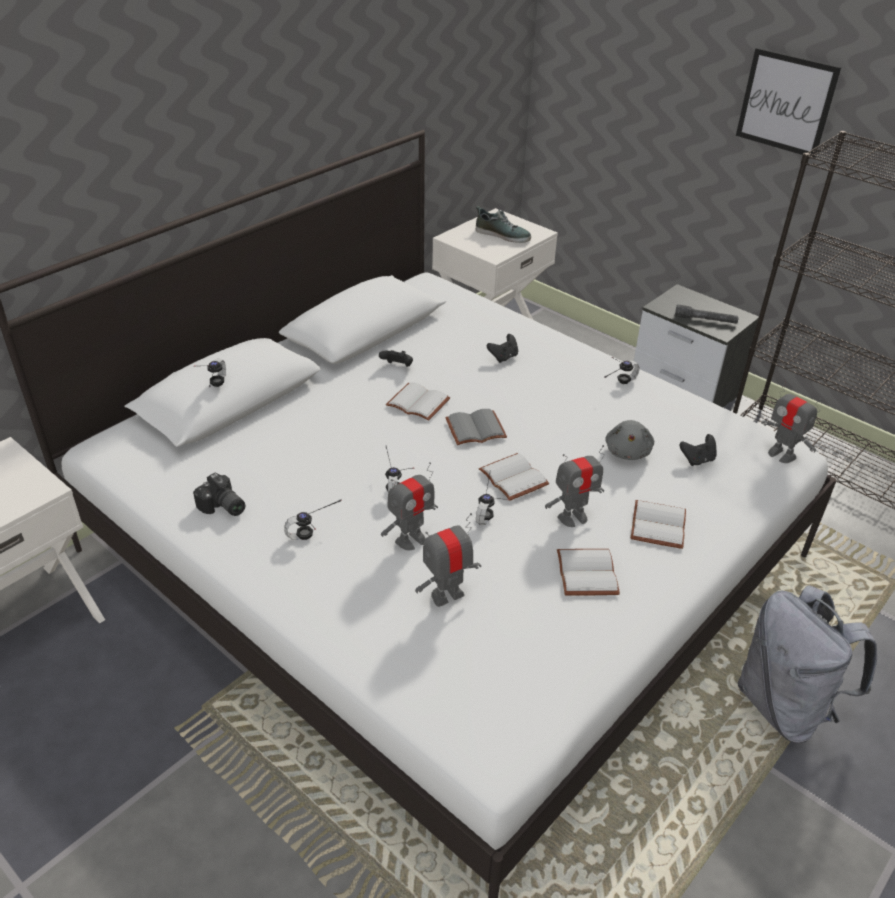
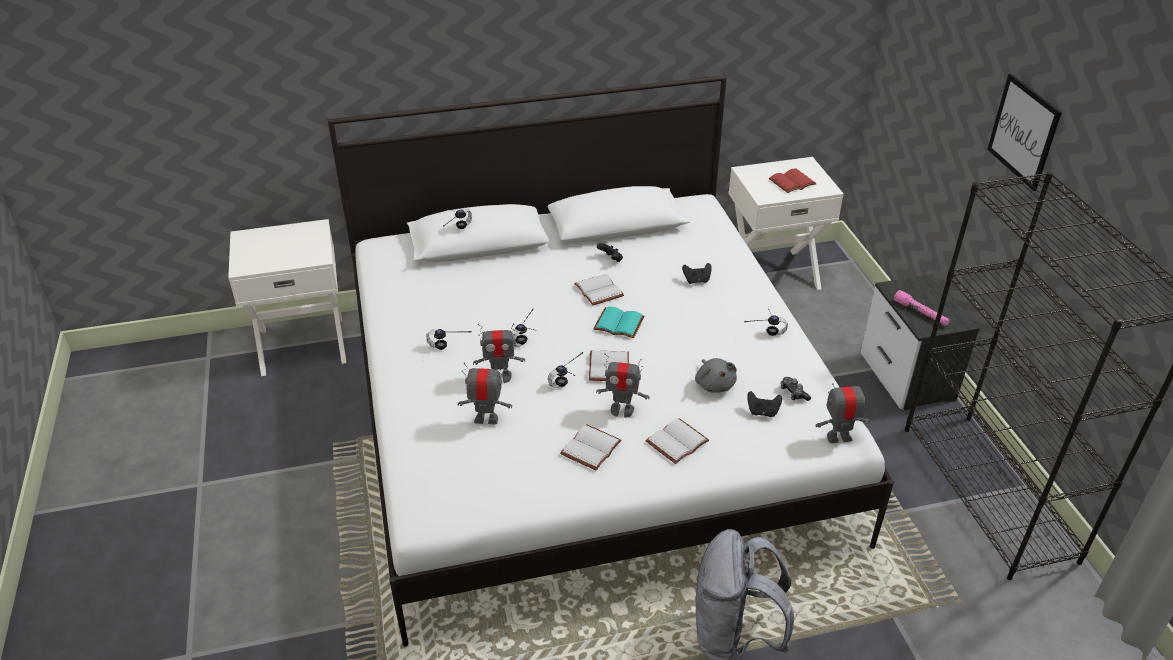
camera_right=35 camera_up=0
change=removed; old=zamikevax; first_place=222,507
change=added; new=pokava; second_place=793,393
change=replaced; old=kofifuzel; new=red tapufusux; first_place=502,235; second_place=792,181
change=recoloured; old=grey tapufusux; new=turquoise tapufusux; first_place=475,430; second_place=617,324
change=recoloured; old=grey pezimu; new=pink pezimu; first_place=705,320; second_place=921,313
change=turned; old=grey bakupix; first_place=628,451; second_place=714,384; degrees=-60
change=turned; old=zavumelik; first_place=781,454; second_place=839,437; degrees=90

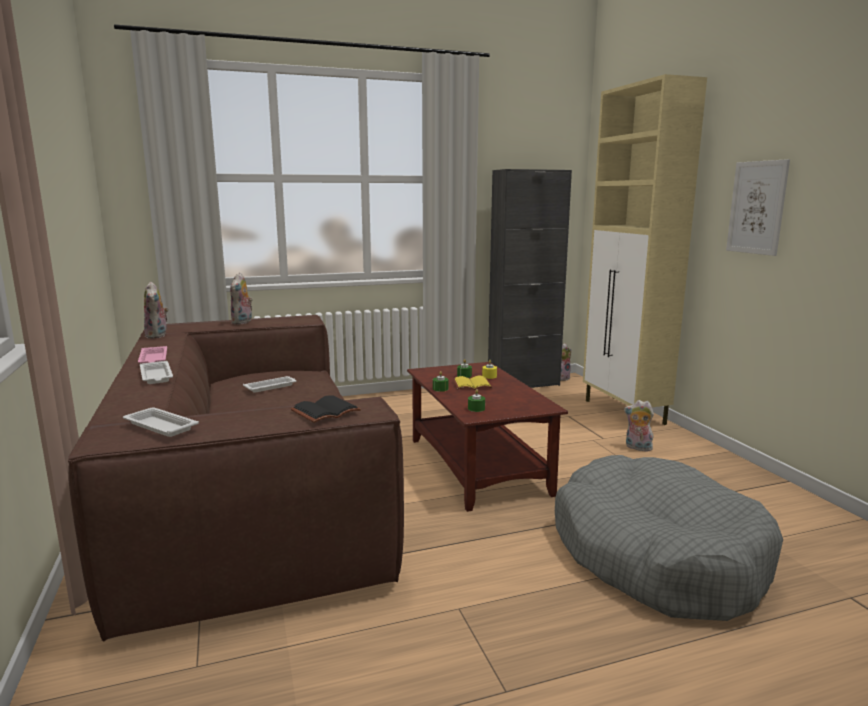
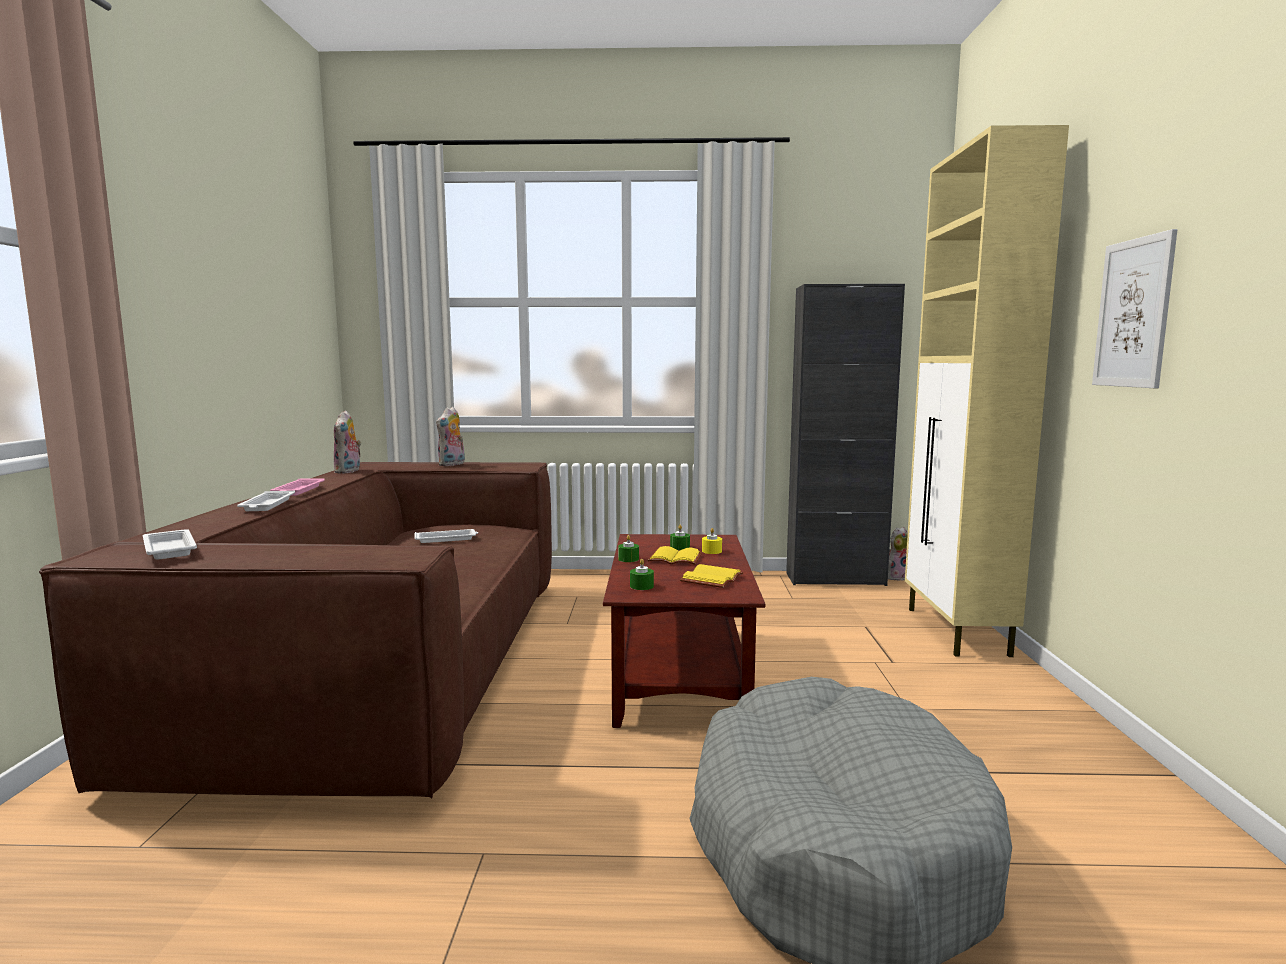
camera_right=20 camera_up=-5
change=removed; old=black tapufusux; first_place=325,411
change=removed; old=bakupix; first_place=637,448
change=added; new=yellow tapufusux; second_place=713,579

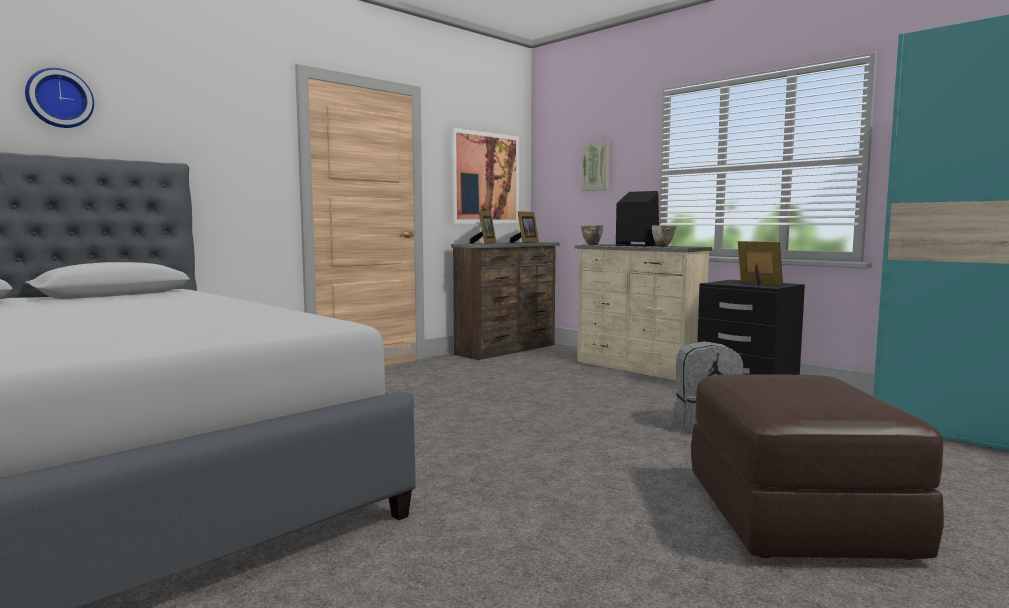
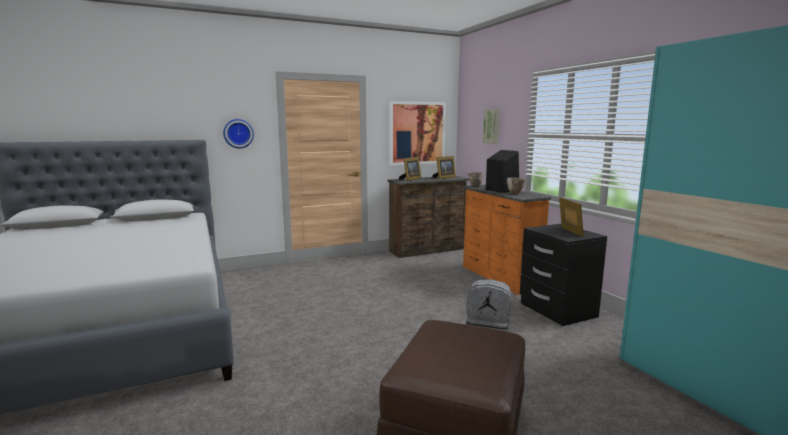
camera_right=20 camera_up=5
change=moved; old=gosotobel; first_place=59,98; second_place=238,133
change=recoloured; old=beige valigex; new=orange valigex; first_place=637,368; second_place=498,277

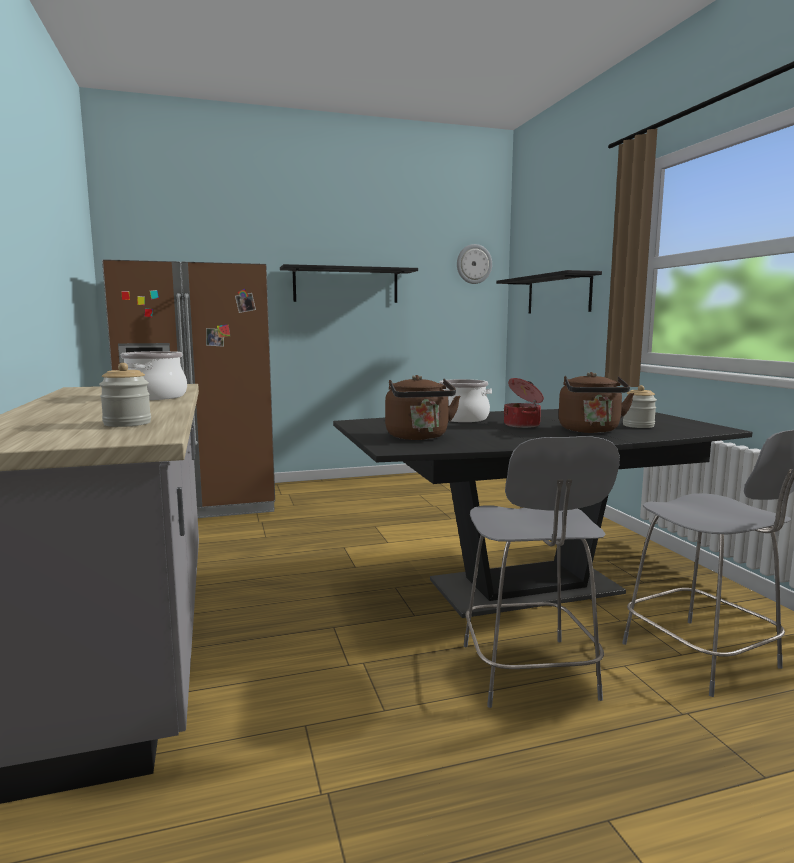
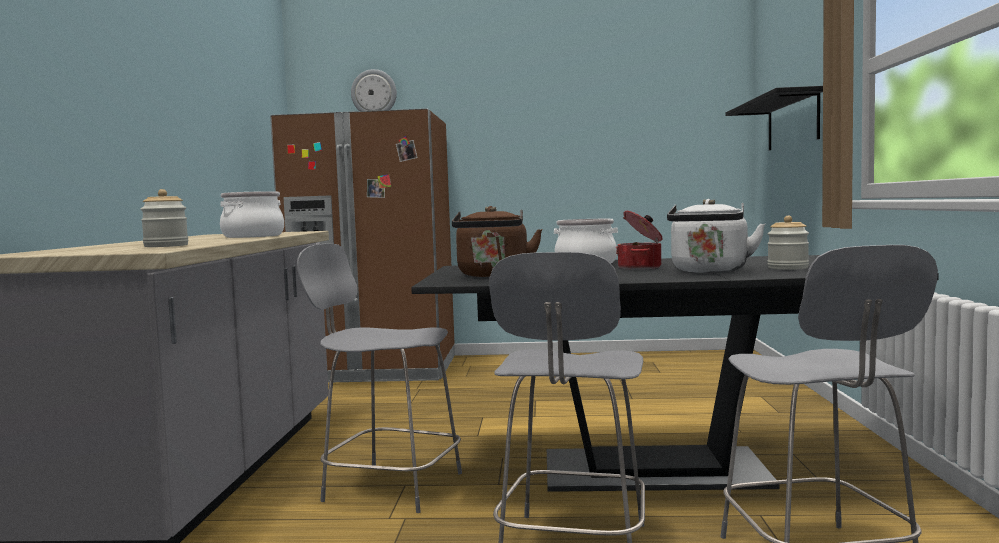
camera_right=20 camera_up=-5
change=removed; old=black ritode; first_place=346,285
change=added; new=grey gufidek; second_place=389,486
change=moved; old=gosotobel; first_place=474,264; second_place=374,93
change=recoloured; old=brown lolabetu; new=white lolabetu; first_place=590,431; second_place=709,271

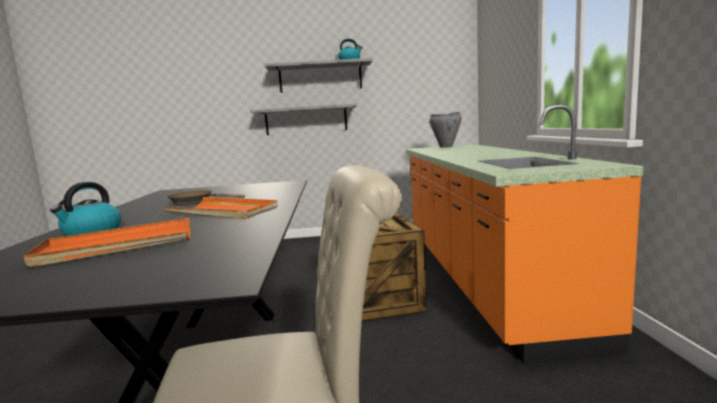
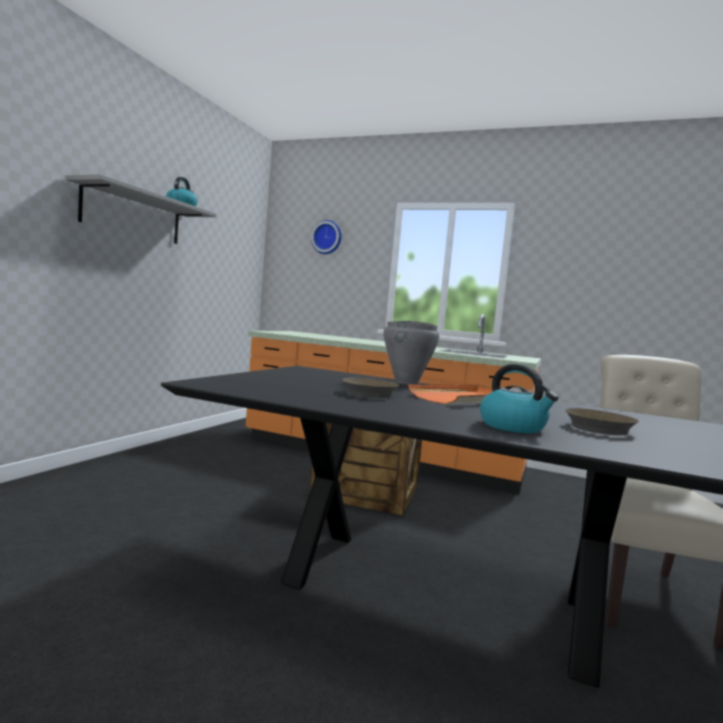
camera_right=-65 camera_up=-5
change=removed; old=grey ritode; first_place=306,120
change=added; new=gosotobel; second_place=327,237
change=moved; old=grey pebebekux; first_place=446,147; second_place=407,382
change=replaced; old=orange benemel; new=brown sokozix; first_place=118,246; second_place=597,428

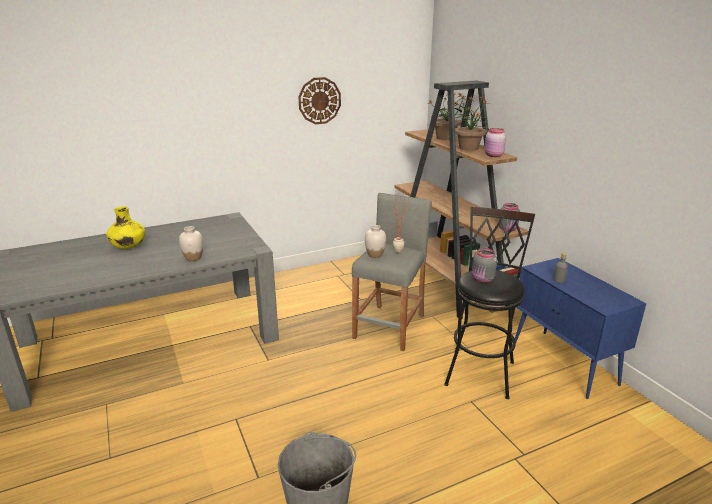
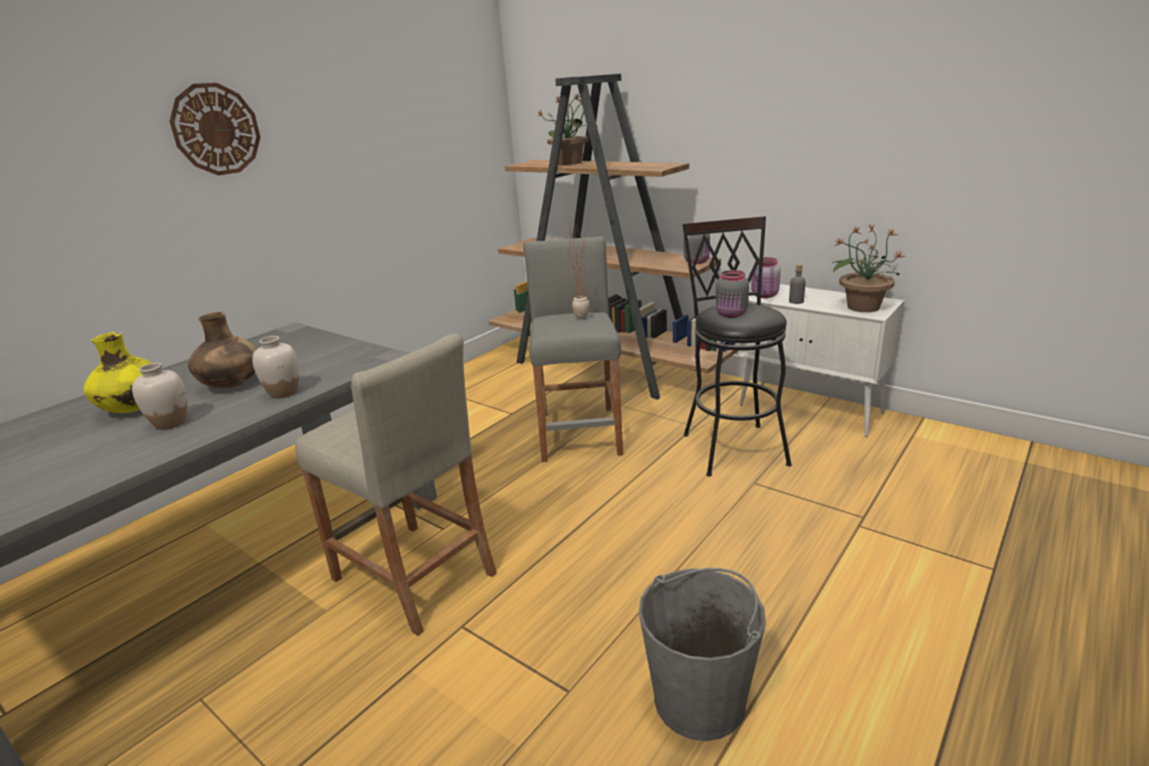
camera_right=-25 camera_up=0
change=added; new=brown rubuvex; second_place=232,385
change=added; new=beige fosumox; second_place=414,576
change=moved; old=gosotobel; first_place=319,100; second_place=216,129
change=moved; old=white rubuvex; first_place=375,255; second_place=170,423
change=moved; old=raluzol; first_place=468,148; second_place=862,307
change=moved; old=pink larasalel; first_place=493,155; second_place=765,295
change=recoloured; old=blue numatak; new=white numatak; first_place=564,363; second_place=811,409

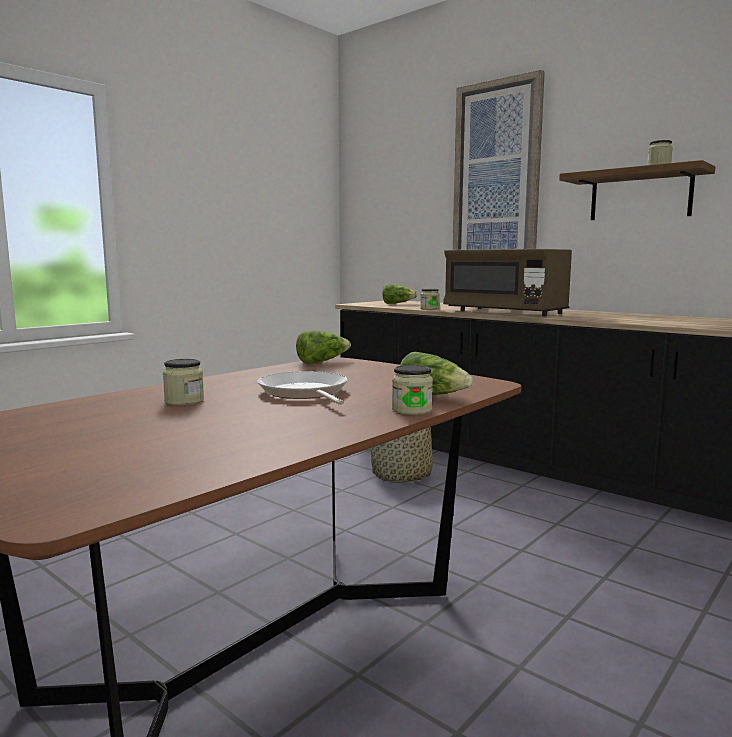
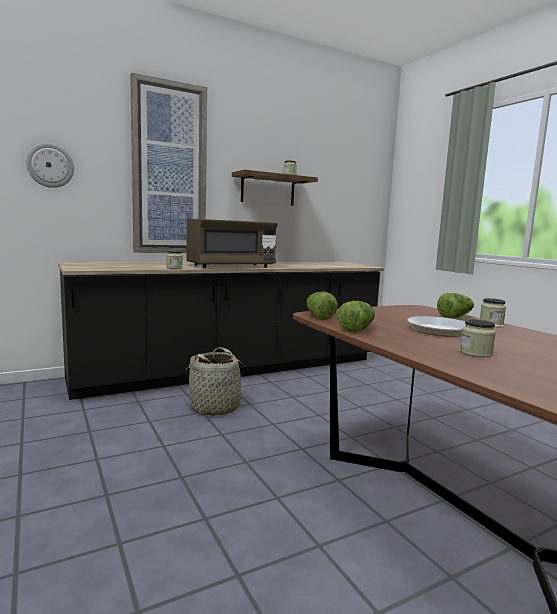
camera_right=-70 camera_up=0
change=added; new=gosotobel; second_place=50,165
change=moved; old=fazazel; first_place=397,303; second_place=356,329

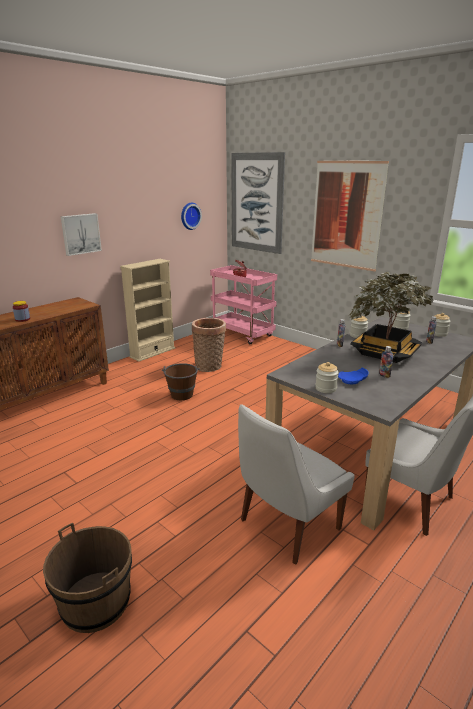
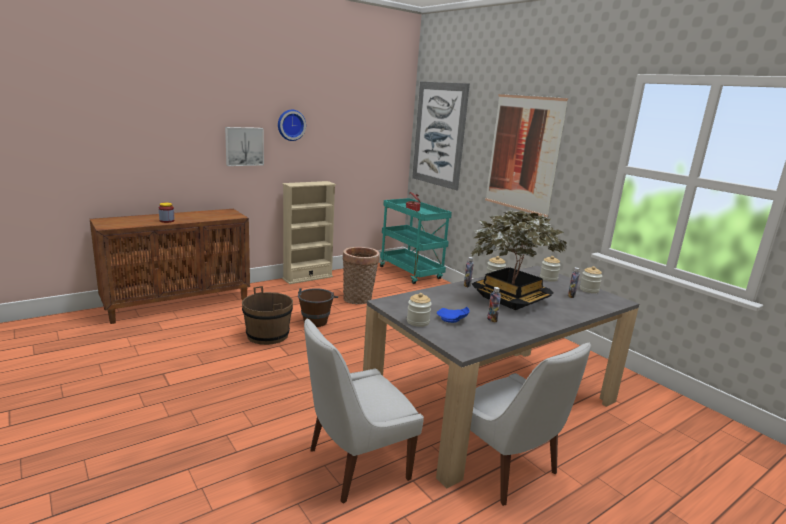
camera_right=10 camera_up=-5
change=moved; old=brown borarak; first_place=96,602; second_place=268,335
change=moved; old=gosotobel; first_place=189,216; second_place=290,125
change=recoloured; old=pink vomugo; new=turquoise vomugo; first_place=243,334; second_place=411,273

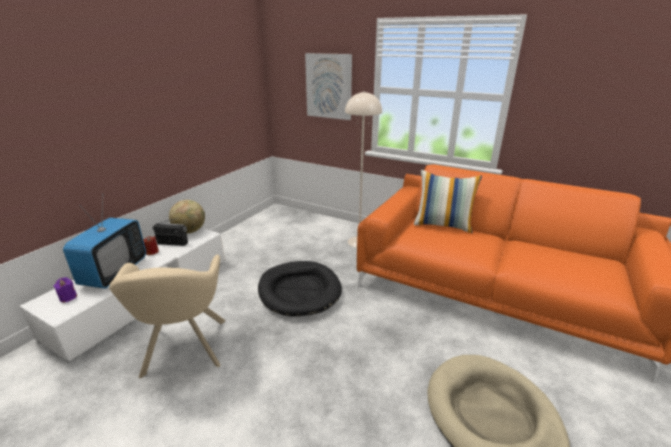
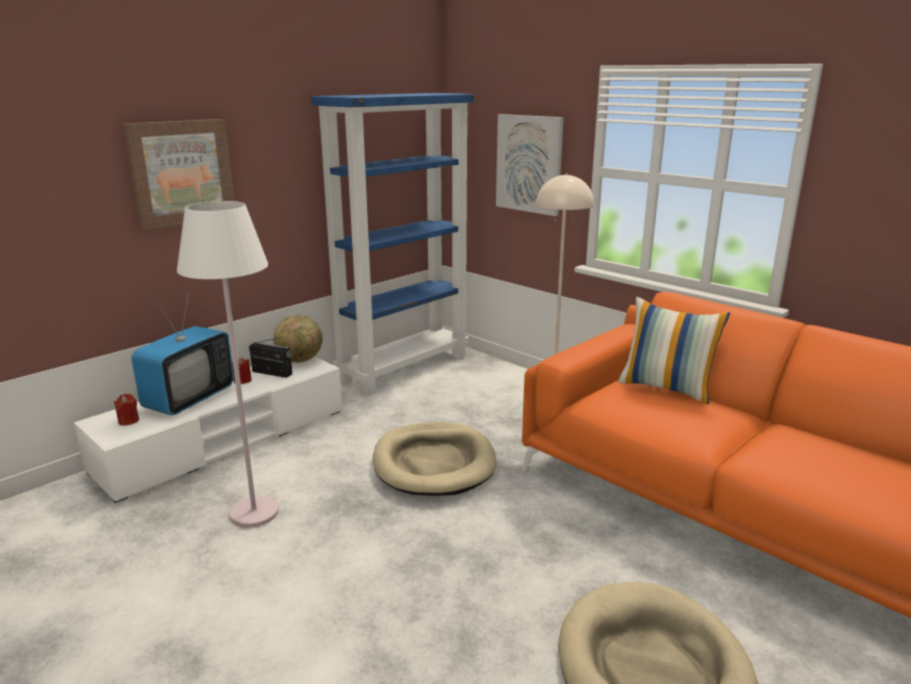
camera_right=15 camera_up=-5
change=added; new=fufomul; second_place=181,172
change=added; new=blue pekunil; second_place=404,368
change=replaced; old=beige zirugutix; new=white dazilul; first_place=184,350; second_place=254,513
change=recoloured; old=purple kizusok; new=red kizusok; first_place=68,297; second_place=128,421
change=recoloured; old=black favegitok; new=beige favegitok; first_place=299,290; second_place=434,463

